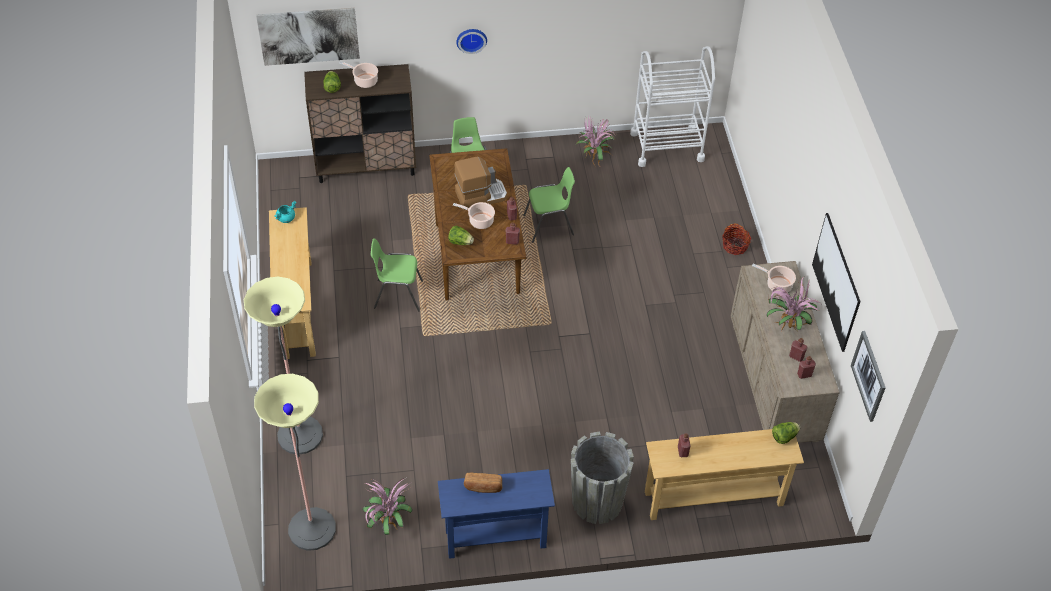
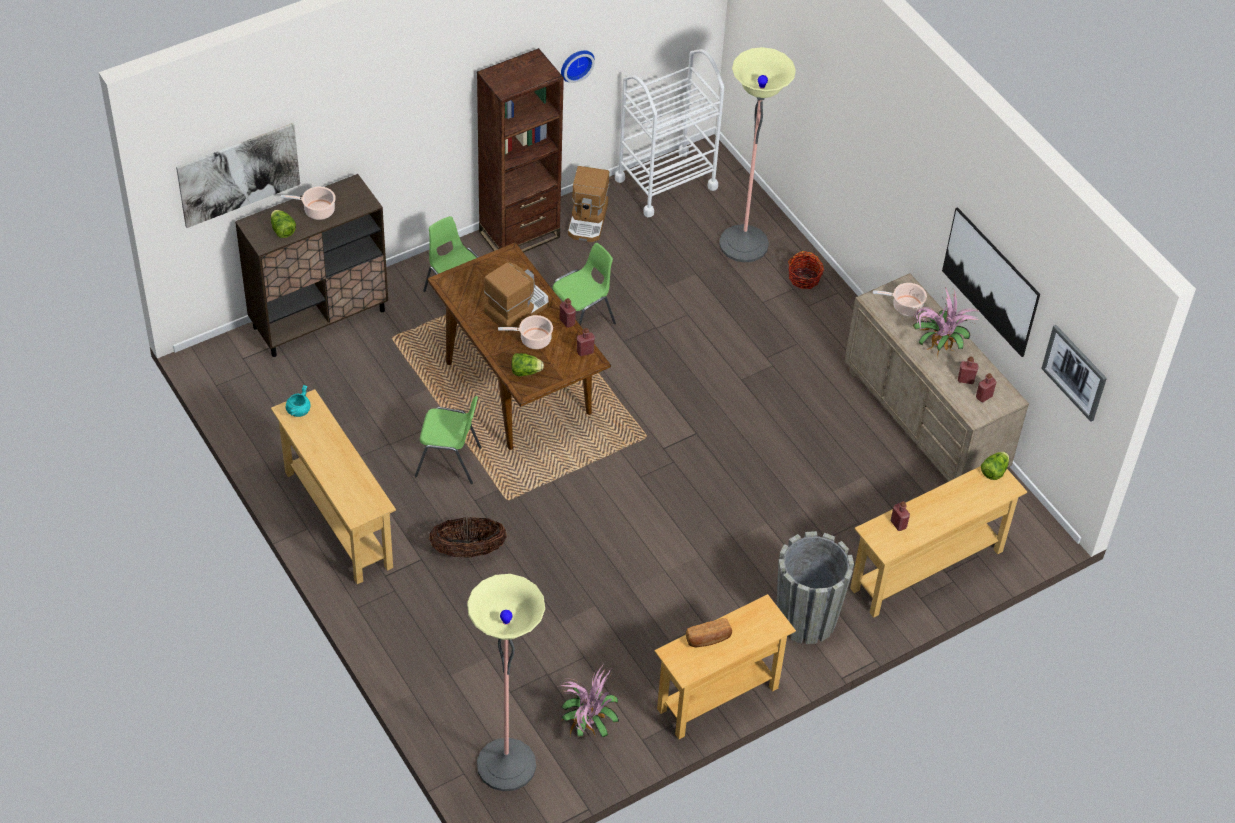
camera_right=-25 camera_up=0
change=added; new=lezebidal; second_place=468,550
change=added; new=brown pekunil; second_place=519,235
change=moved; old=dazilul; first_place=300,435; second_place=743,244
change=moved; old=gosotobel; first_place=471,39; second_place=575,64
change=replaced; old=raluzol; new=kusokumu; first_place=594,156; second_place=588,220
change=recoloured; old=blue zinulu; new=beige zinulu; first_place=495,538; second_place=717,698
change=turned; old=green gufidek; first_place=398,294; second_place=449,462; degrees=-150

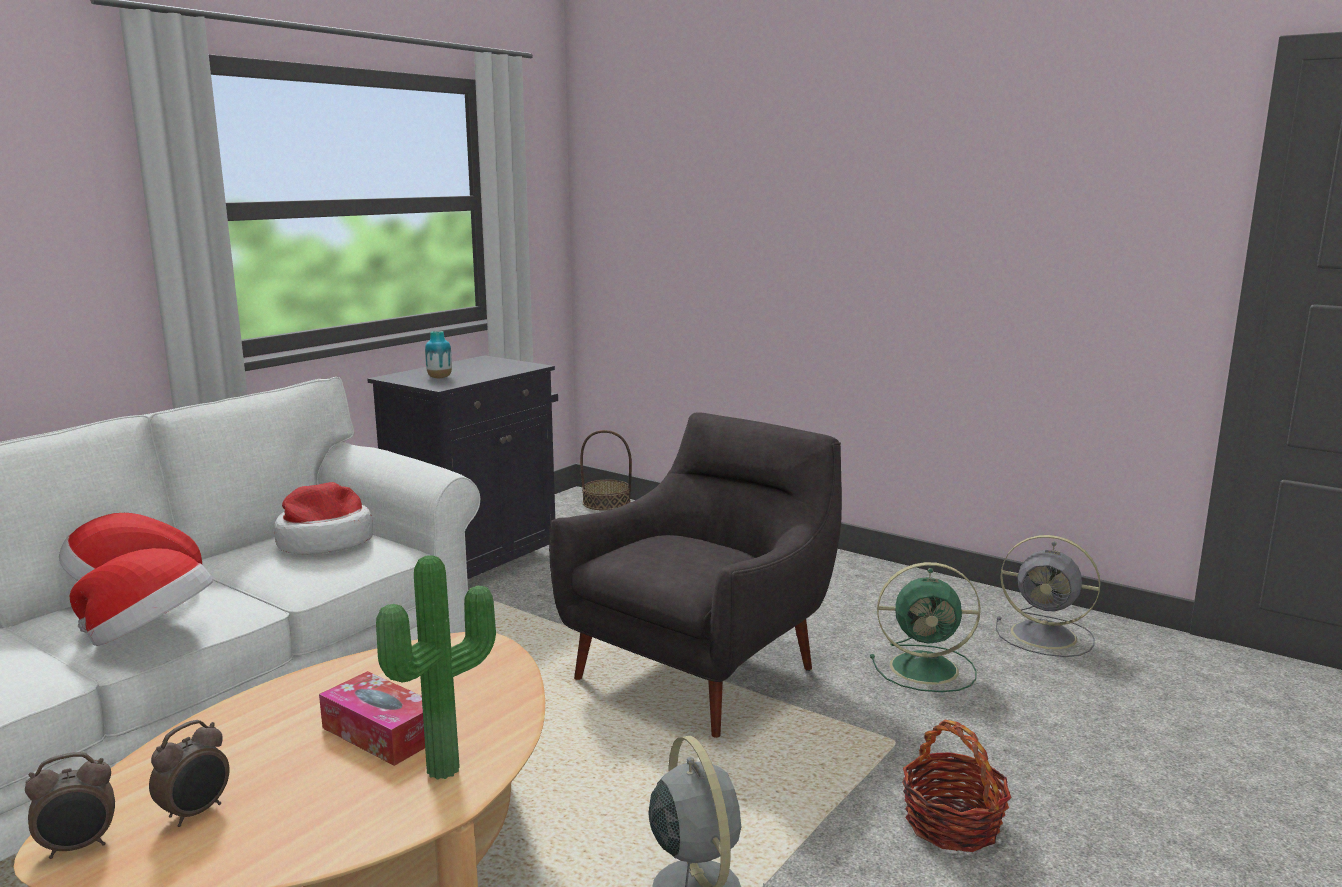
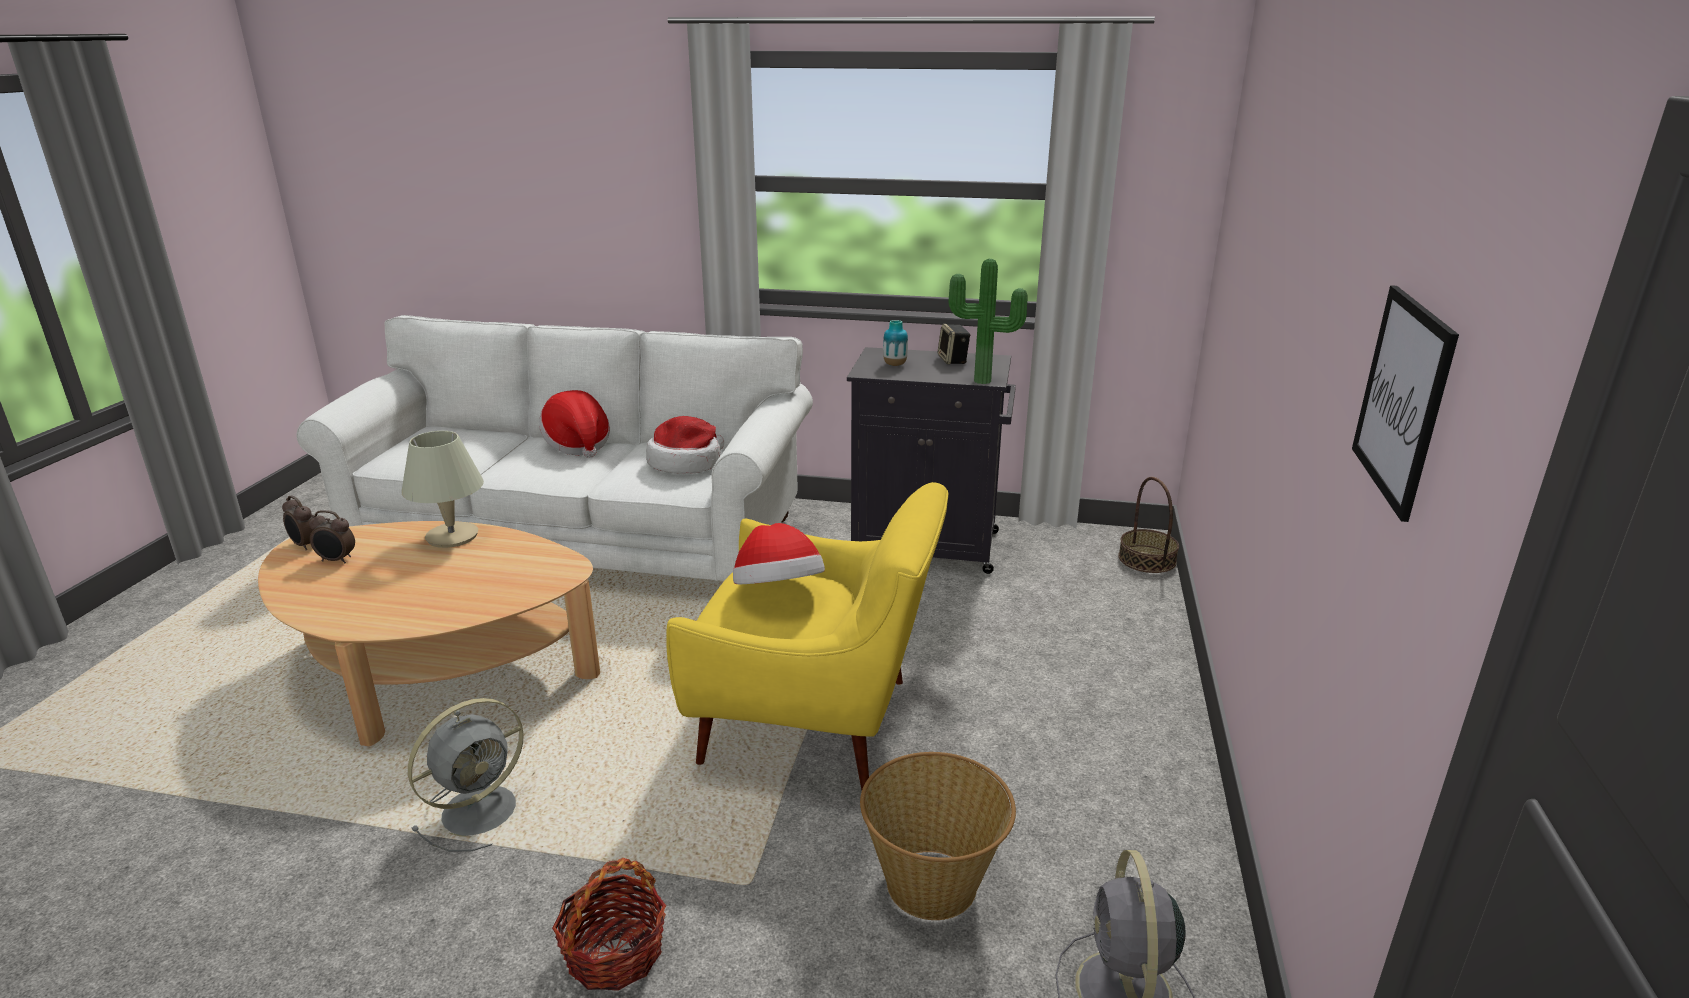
camera_right=65 camera_up=10
change=removed; old=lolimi; first_place=381,733
change=added; new=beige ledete; second_place=453,536
change=added; new=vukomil; second_place=953,360
change=added; new=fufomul; second_place=1402,398
change=moved; old=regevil; first_place=150,637; second_place=778,592
change=moved; old=raluzol; first_place=448,771; second_place=982,382
change=replaced; old=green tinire; new=lezebidal; first_place=927,668; second_place=933,883
change=recoloured; old=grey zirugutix; new=yellow zirugutix; first_place=702,669; second_place=818,723

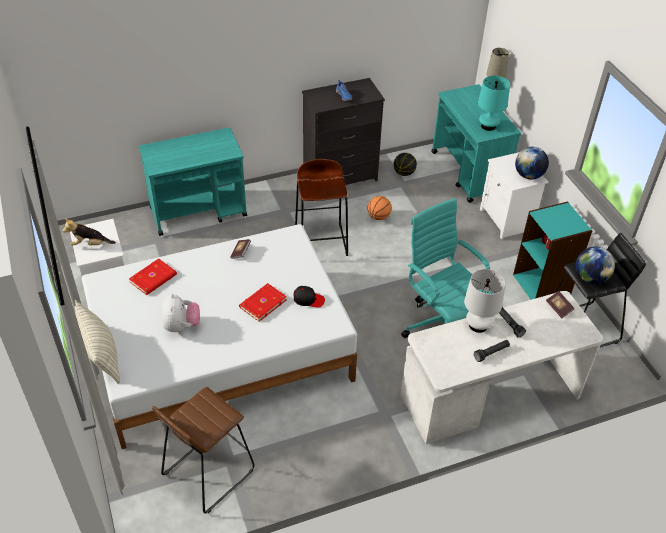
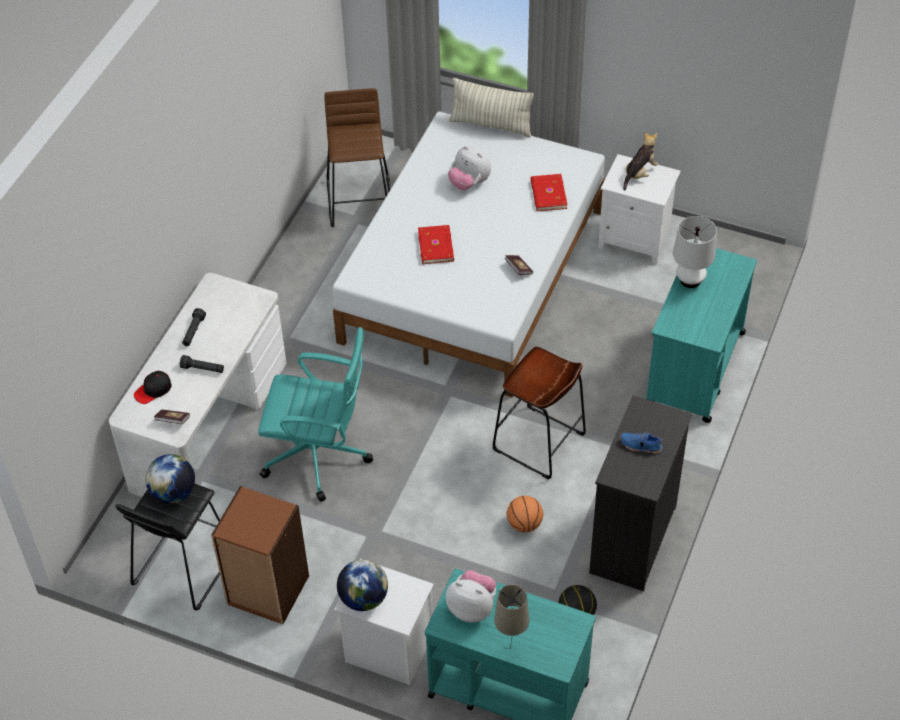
camera_right=135 camera_up=5
change=moved; old=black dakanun; first_place=308,299; second_place=153,390
change=moved; old=white ledete; first_place=478,325; second_place=690,280
change=replaced; old=turquoise ledete; new=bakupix; first_place=488,126; second_place=472,607
change=recoloured; old=turquoise pekunil; new=brown pekunil; first_place=542,284; second_place=267,590

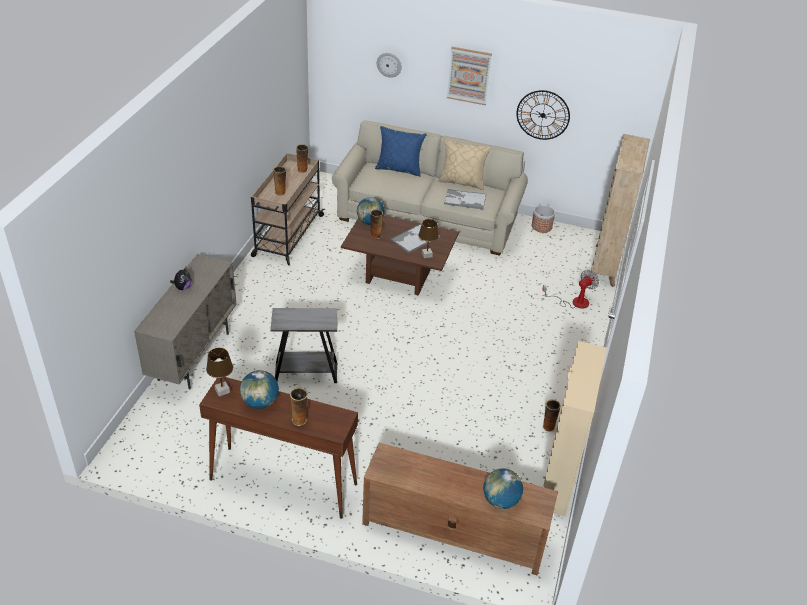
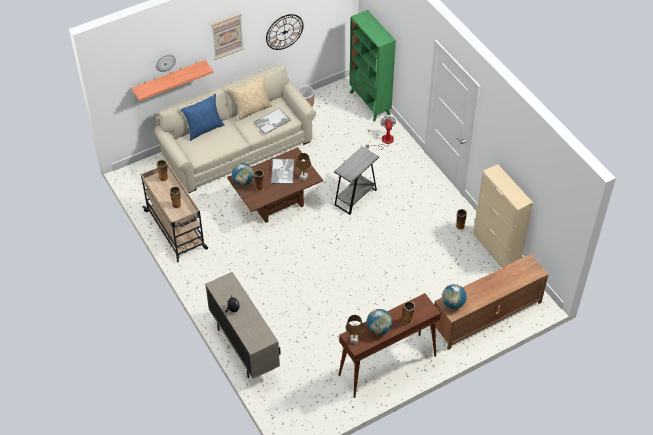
camera_right=-45 camera_up=10
change=added; new=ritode; second_place=169,80
change=moved; old=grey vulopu; first_place=306,373; second_place=355,197
change=moved; old=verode; first_place=500,500; second_place=453,303
change=recoloured; old=beige pekunil; new=green pekunil; first_place=604,266; second_place=369,103

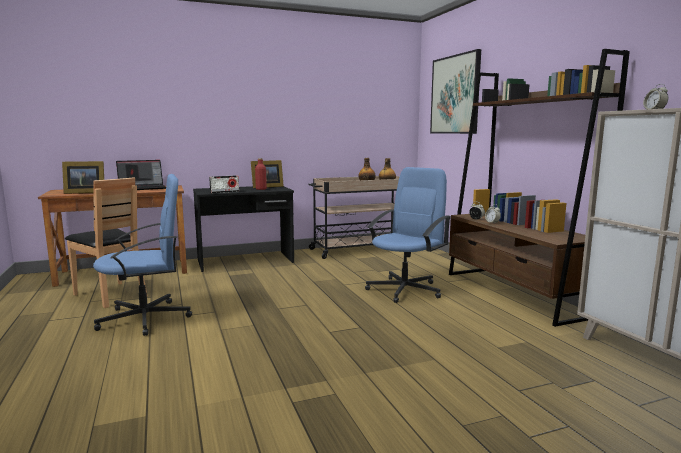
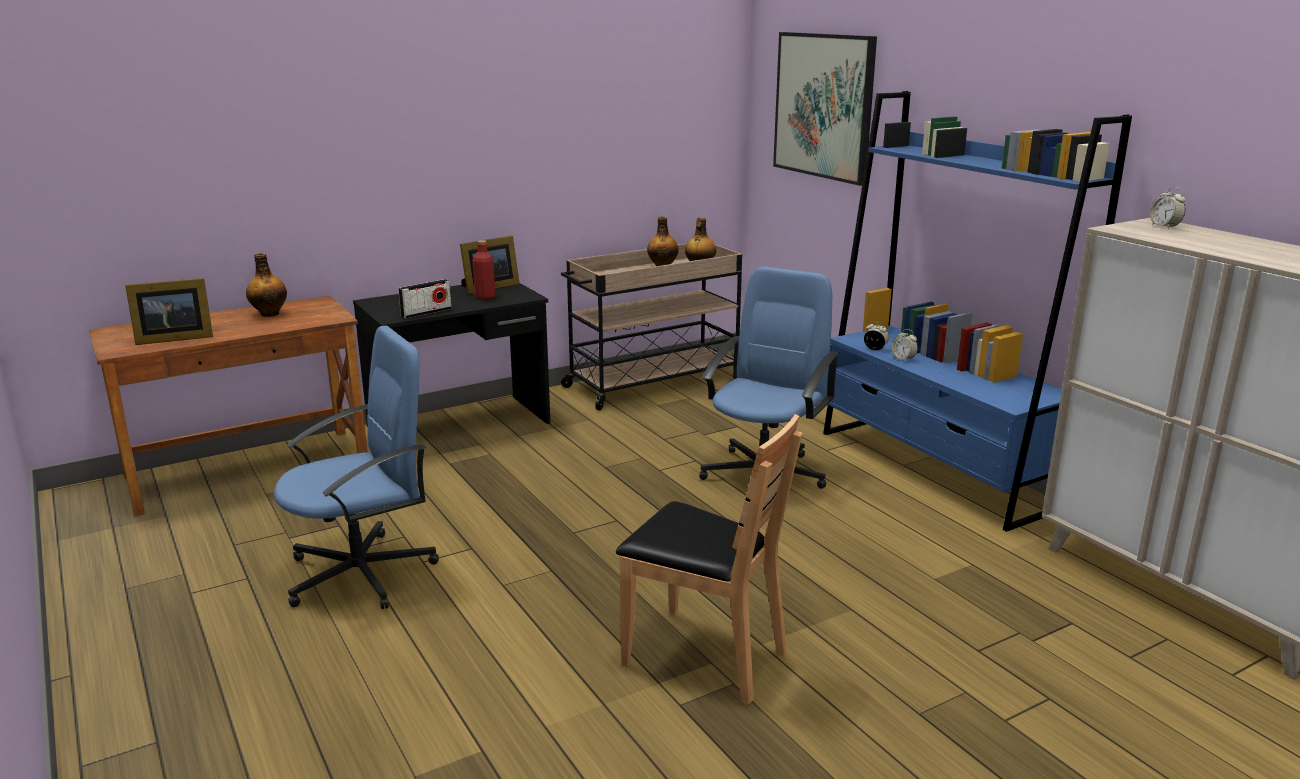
camera_right=-10 camera_up=10
change=moved; old=brown gufidek; first_place=111,295; second_place=704,656
change=replaced; old=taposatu; new=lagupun; first_place=143,188; second_place=269,313
change=recoloured; old=brown pekunil; new=blue pekunil; first_place=514,293; second_place=935,469

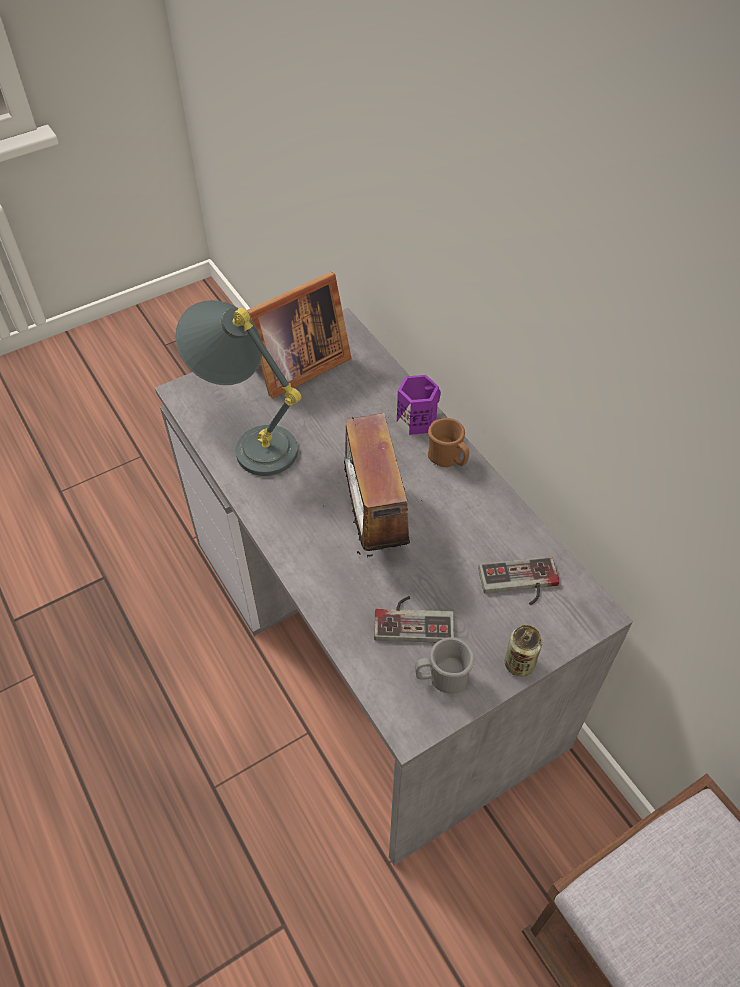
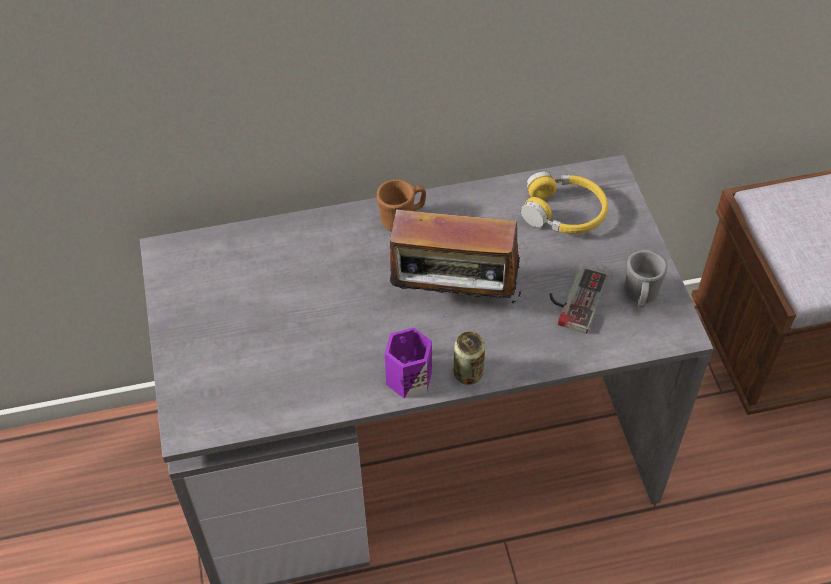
camera_right=-70 camera_up=0
change=removed; old=grey ledete; first_place=249,441
change=removed; old=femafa; first_place=296,367
change=moved; old=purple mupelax; first_place=417,419; second_place=407,377
change=moved; old=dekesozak; first_place=519,664; second_place=468,373
change=replaced; old=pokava; new=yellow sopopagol; first_place=520,584; second_place=564,213

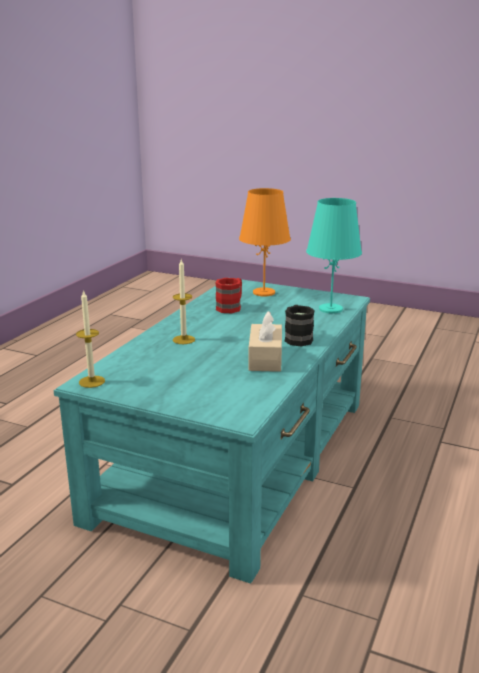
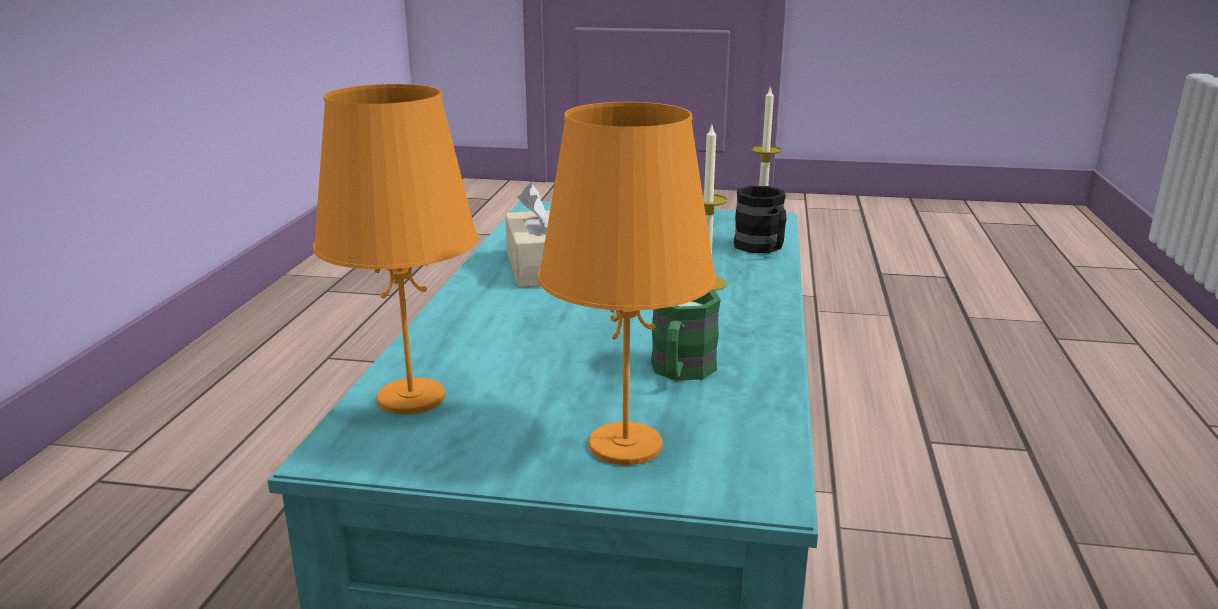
camera_right=165 camera_up=0
change=moved; old=black mupelax; first_place=297,338; second_place=762,248
change=recoloured; old=red mupelax; new=green mupelax; first_place=231,307; second_place=680,372
change=recoloured; old=turquoise ledete; new=orange ledete; first_place=331,309; second_place=410,398

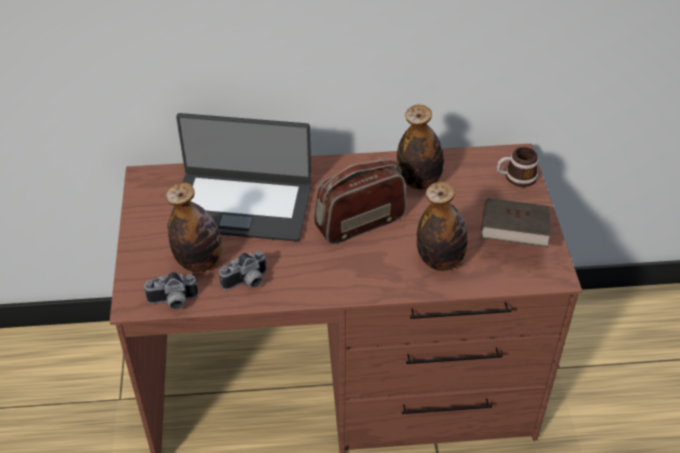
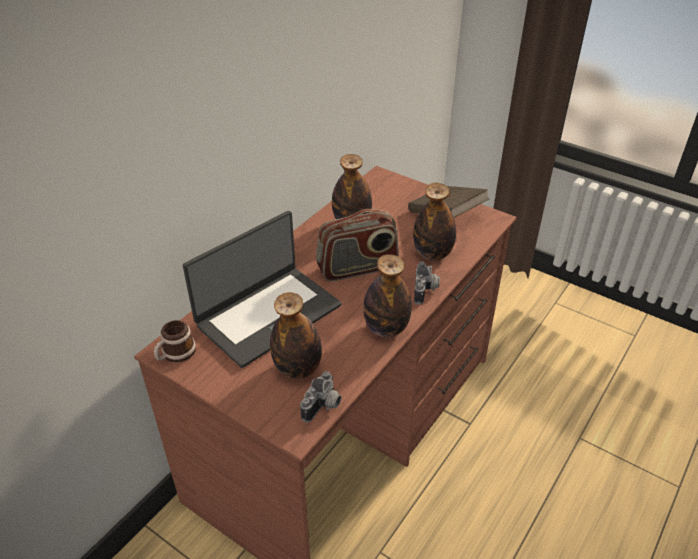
camera_right=-50 camera_up=-5
change=added; new=lagupun; second_place=386,328
change=moved; old=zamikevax; first_place=247,282; second_place=426,290
change=moved; old=mupelax; first_place=515,177; second_place=175,354
change=turned; old=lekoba; first_place=359,222; second_place=357,268; degrees=-120

